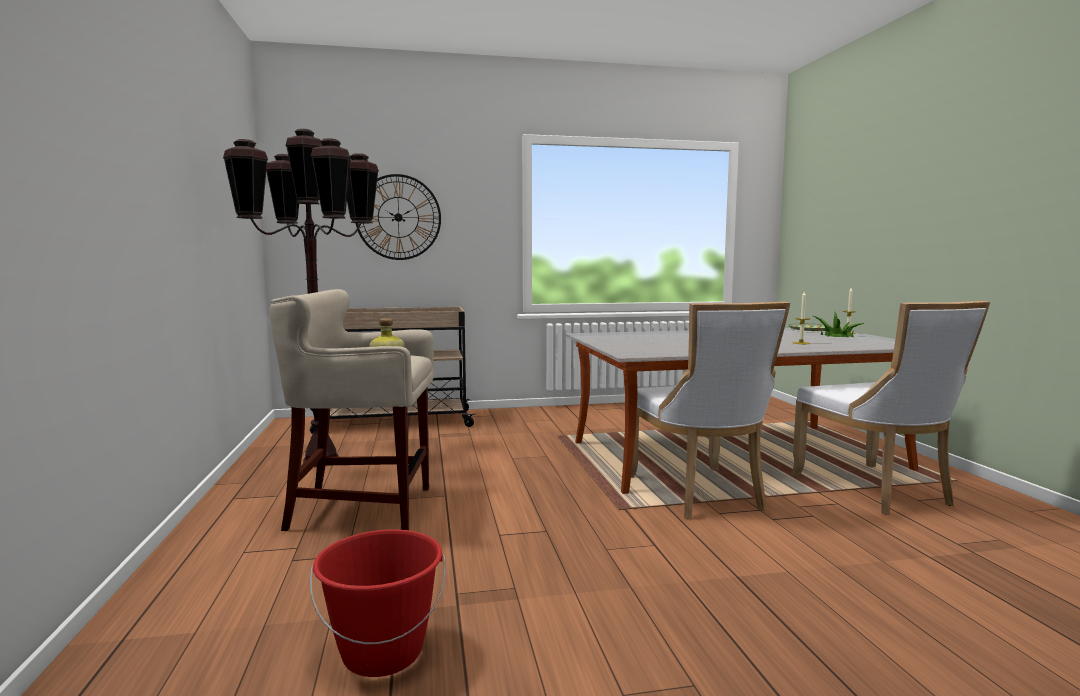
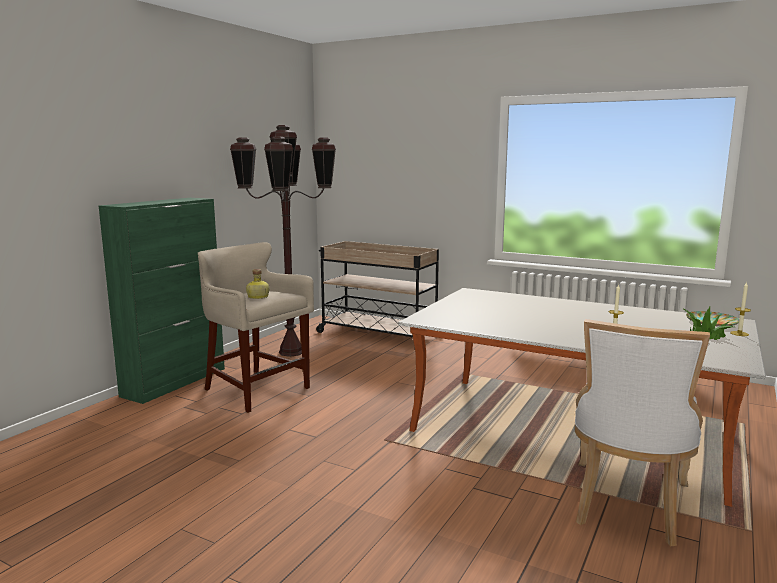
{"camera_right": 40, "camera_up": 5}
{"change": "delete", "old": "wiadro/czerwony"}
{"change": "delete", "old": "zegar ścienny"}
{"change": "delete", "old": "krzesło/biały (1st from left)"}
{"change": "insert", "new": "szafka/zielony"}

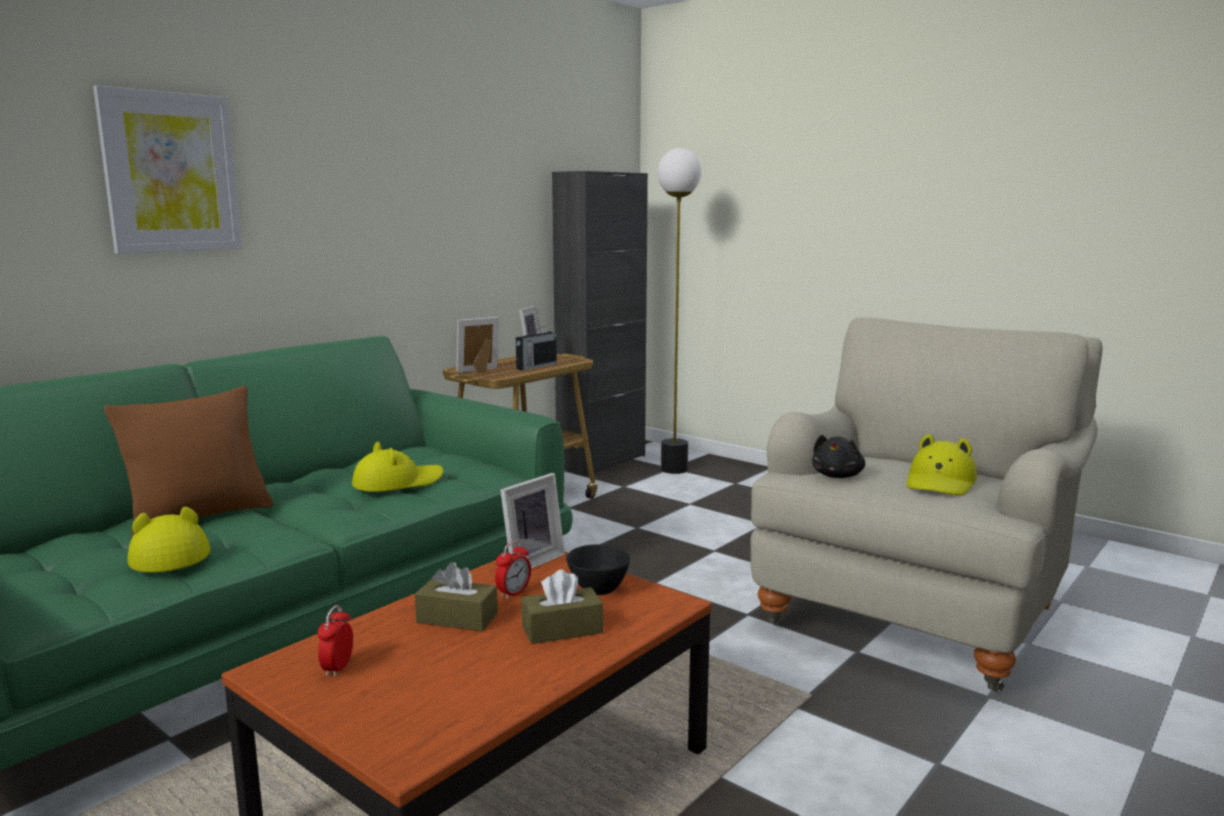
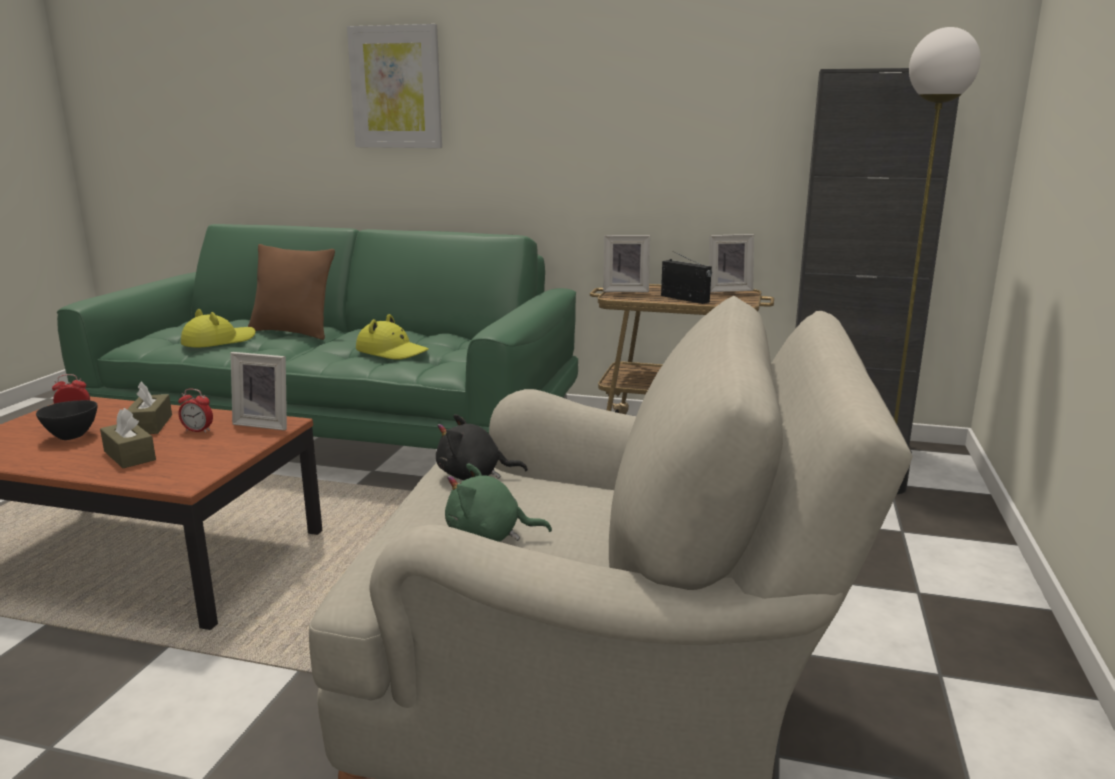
{"camera_right": 65, "camera_up": 5}
{"change": "move", "old": "miska/czarny"}
{"change": "replace", "old": "kapelusz/żółty (3rd from left)", "new": "pluszak/zielony"}
{"change": "rotate", "old": "ramka na zdjęcie (1st from left in the first image)", "degrees": 150}
{"change": "rotate", "old": "radio", "degrees": -150}

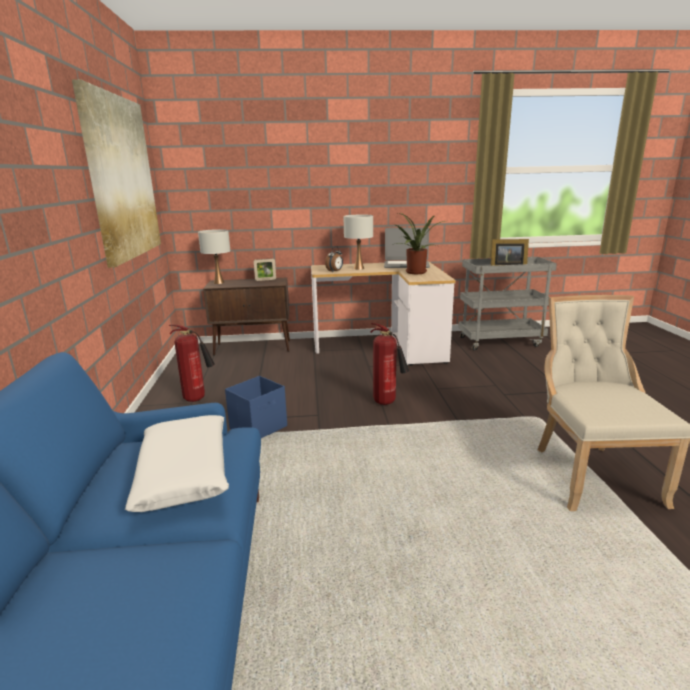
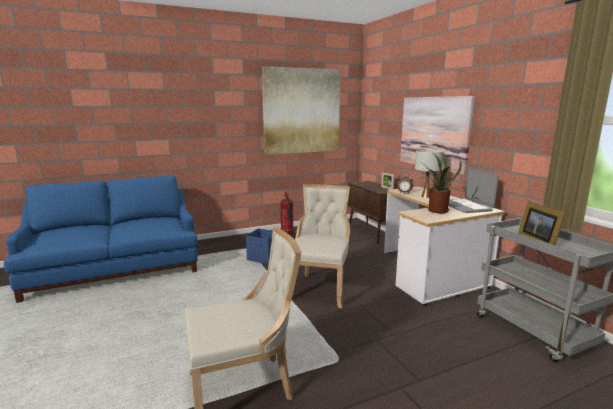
{"camera_right": 70, "camera_up": -5}
{"change": "delete", "old": "poduszka/biały"}
{"change": "delete", "old": "lampa stołowa/biały (1st from left)"}
{"change": "insert", "new": "obraz (2nd from left)"}
{"change": "replace", "old": "gaśnica (2nd from left)", "new": "krzesło/beżowy (2nd from left)"}

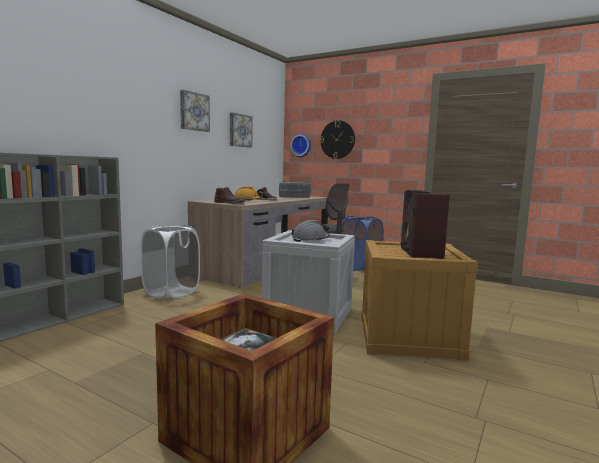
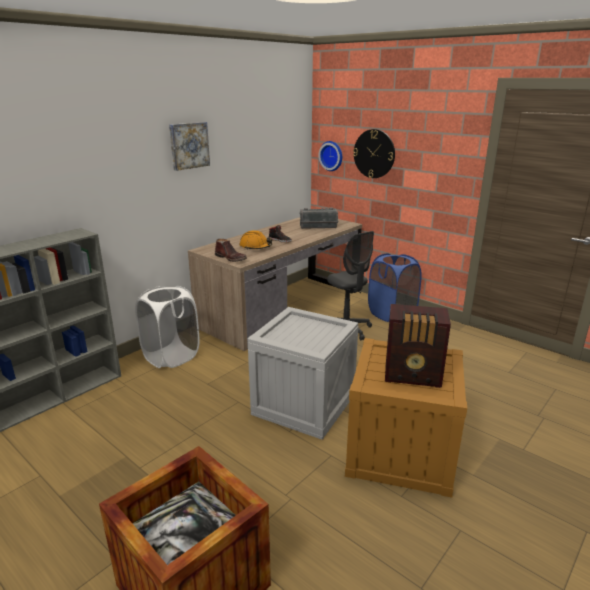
{"camera_right": 10, "camera_up": 15}
{"change": "delete", "old": "obraz (2nd from left)"}
{"change": "delete", "old": "kask/szary"}
{"change": "rotate", "old": "radio (2nd from left)", "degrees": -90}

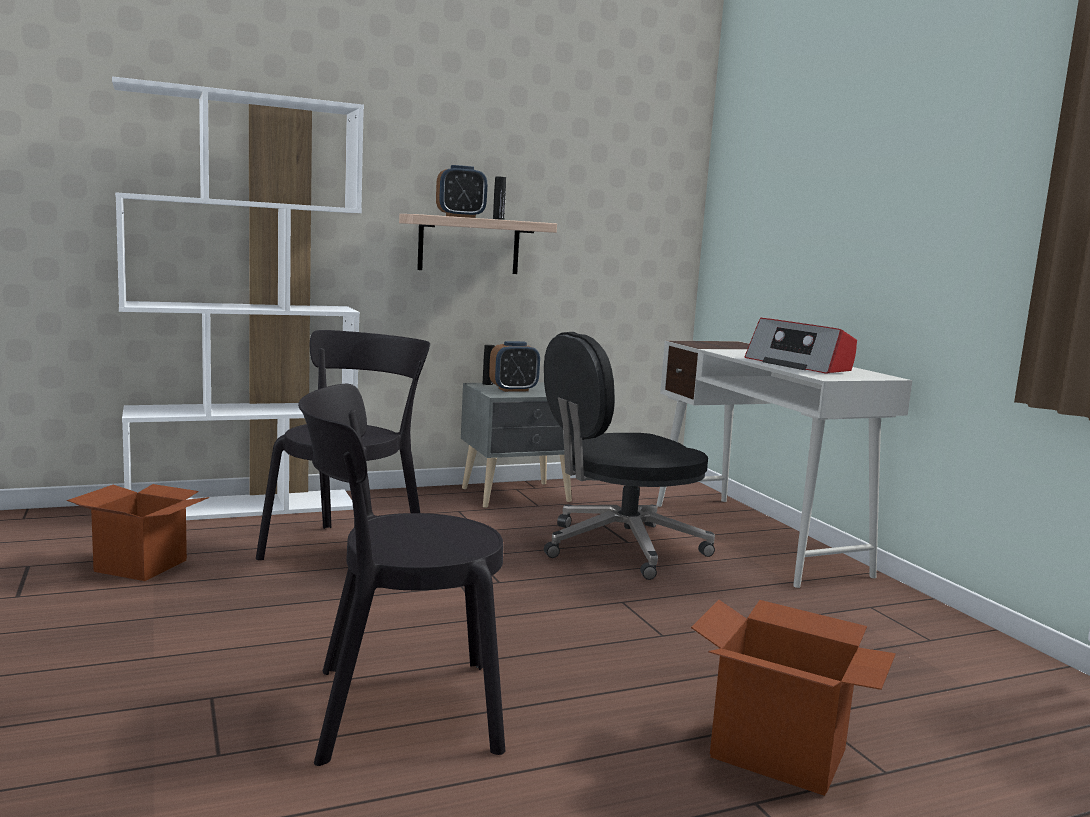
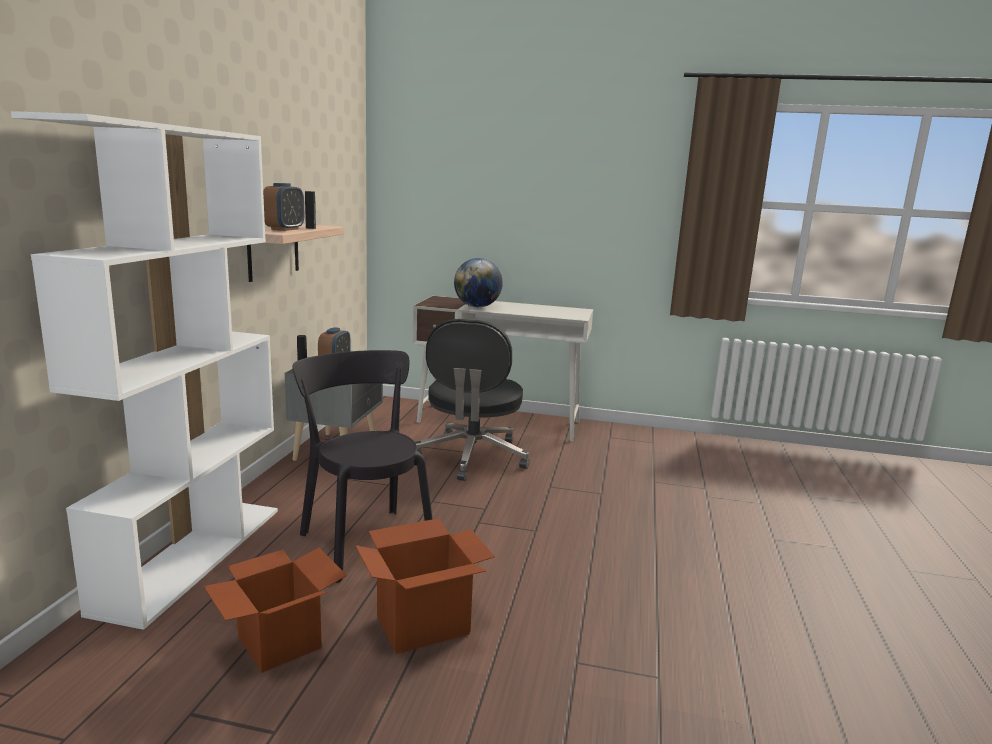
{"camera_right": -55, "camera_up": 5}
{"change": "delete", "old": "krzesło/czarny (2nd from left)"}
{"change": "delete", "old": "radio"}
{"change": "insert", "new": "globus"}
{"change": "move", "old": "karton (2nd from left)"}

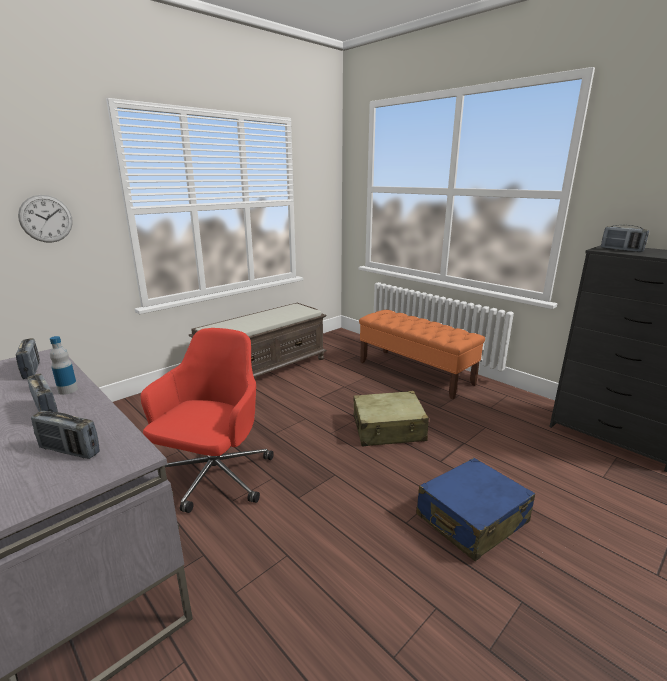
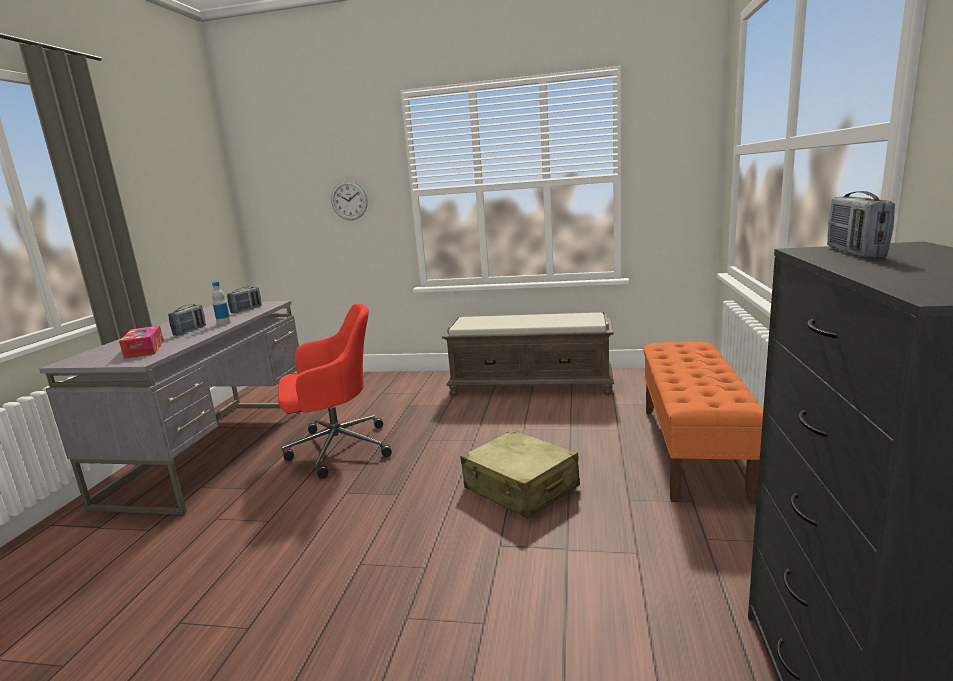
{"camera_right": 55, "camera_up": -5}
{"change": "delete", "old": "walizka/niebieski"}
{"change": "replace", "old": "radio (3rd from left)", "new": "pudełko chusteczek"}

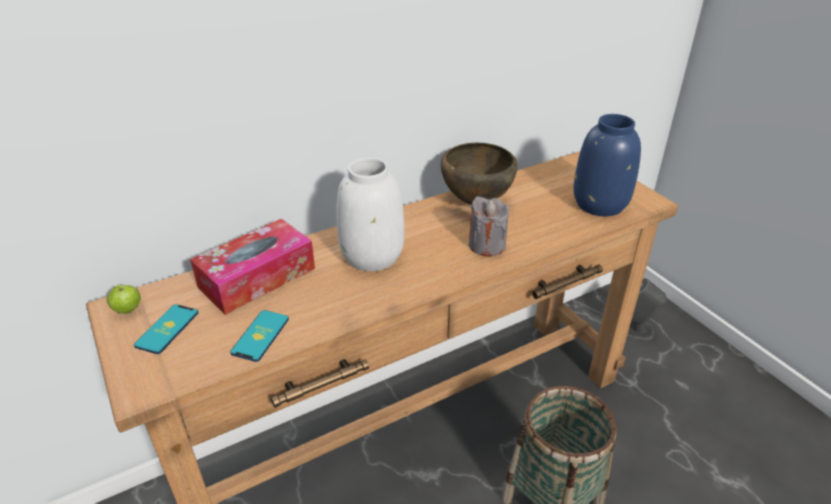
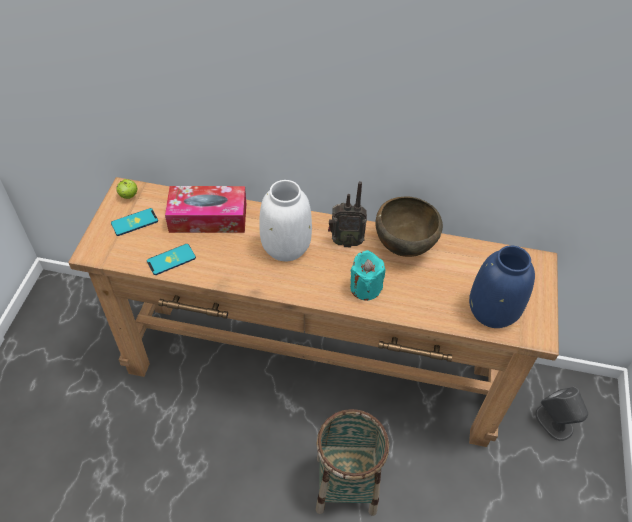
{"camera_right": 40, "camera_up": 15}
{"change": "insert", "new": "radio"}
{"change": "recolor", "old": "świeca/szary", "new": "świeca/turkusowy"}

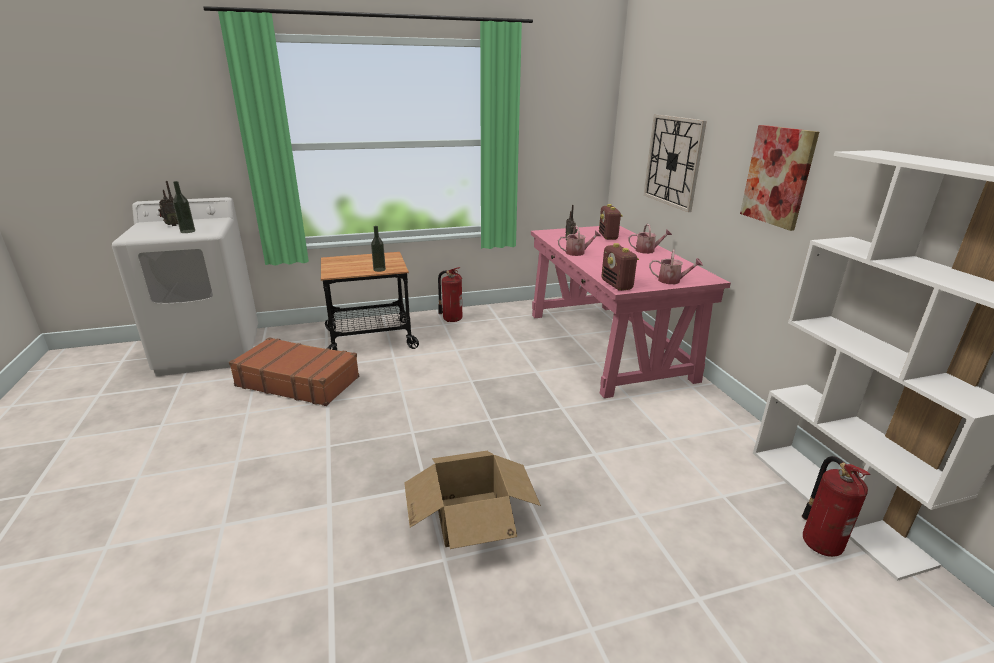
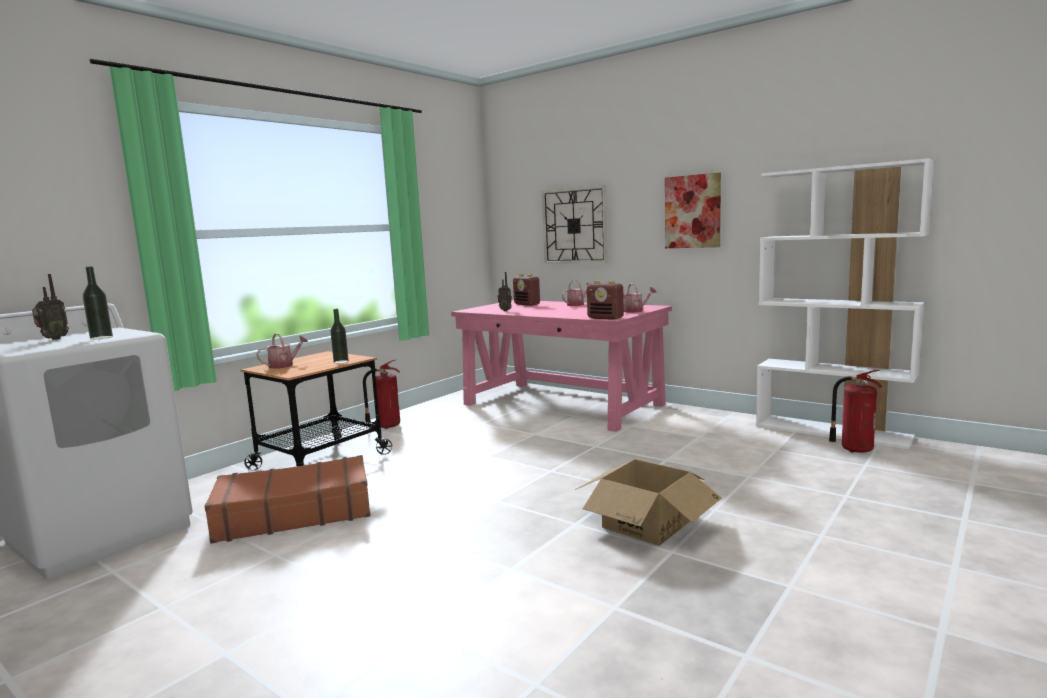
{"camera_right": -35, "camera_up": -15}
{"change": "move", "old": "konewka (1st from left)"}

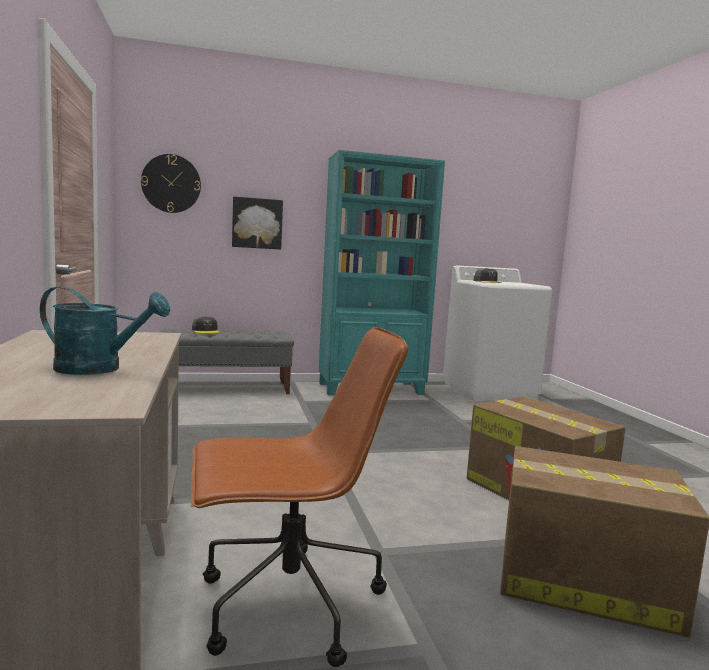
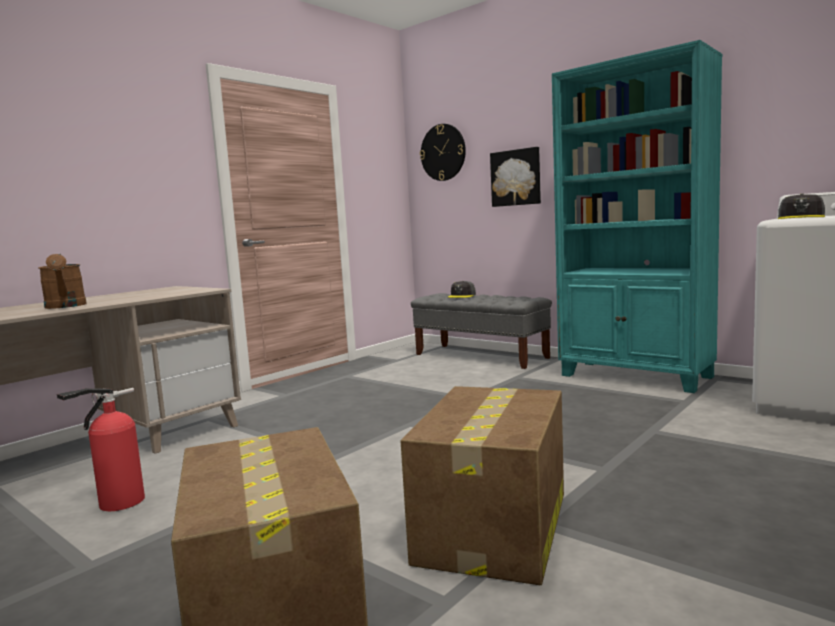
{"camera_right": 55, "camera_up": 0}
{"change": "replace", "old": "krzesło biurowe/brązowy", "new": "gaśnica"}
{"change": "recolor", "old": "konewka/turkusowy", "new": "konewka/brązowy"}

